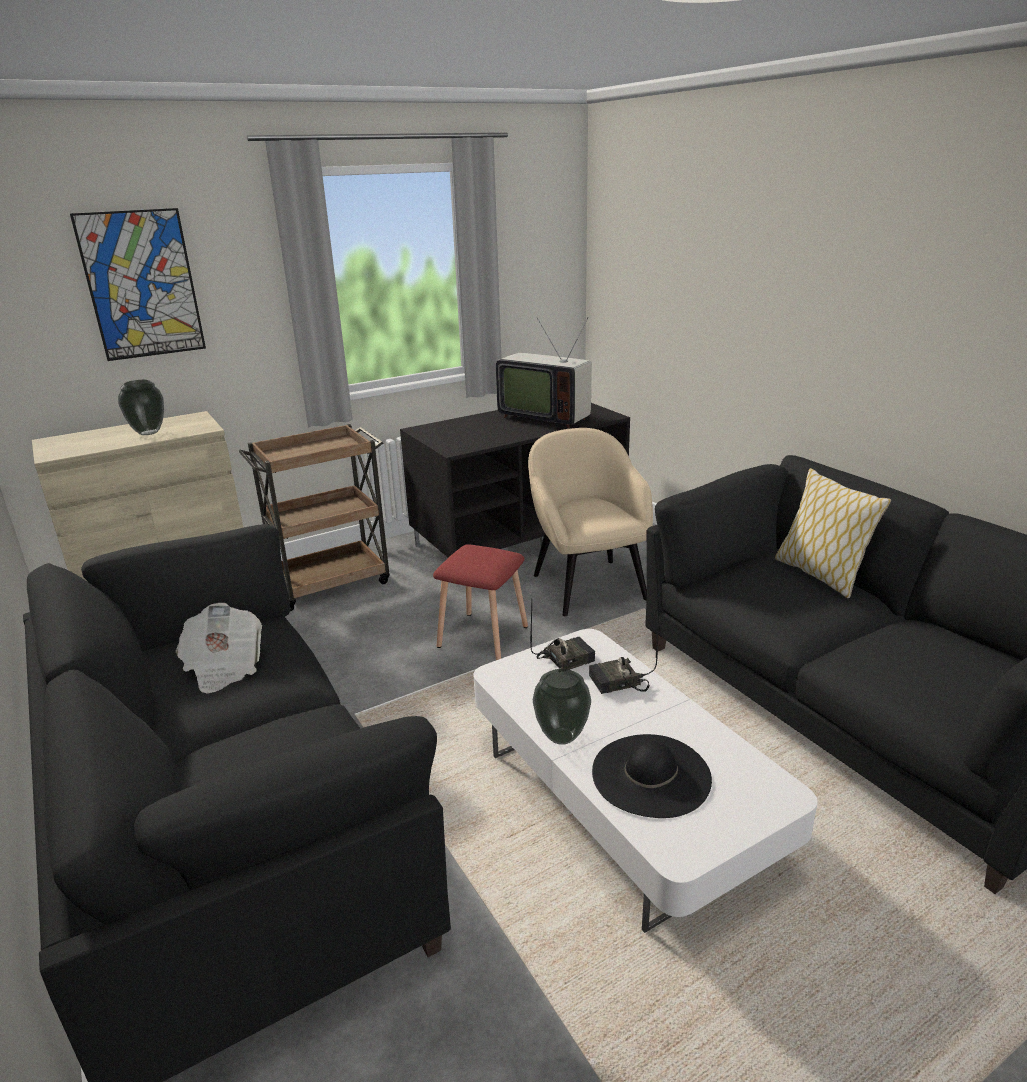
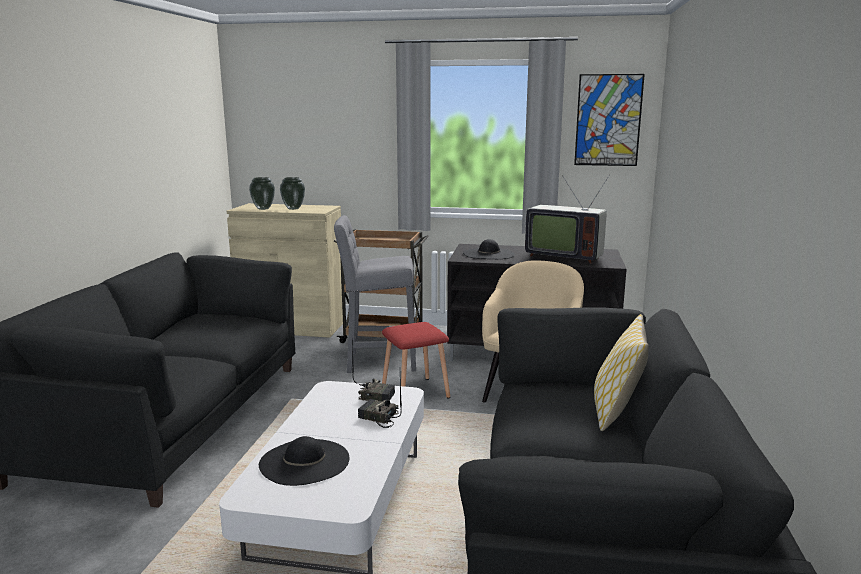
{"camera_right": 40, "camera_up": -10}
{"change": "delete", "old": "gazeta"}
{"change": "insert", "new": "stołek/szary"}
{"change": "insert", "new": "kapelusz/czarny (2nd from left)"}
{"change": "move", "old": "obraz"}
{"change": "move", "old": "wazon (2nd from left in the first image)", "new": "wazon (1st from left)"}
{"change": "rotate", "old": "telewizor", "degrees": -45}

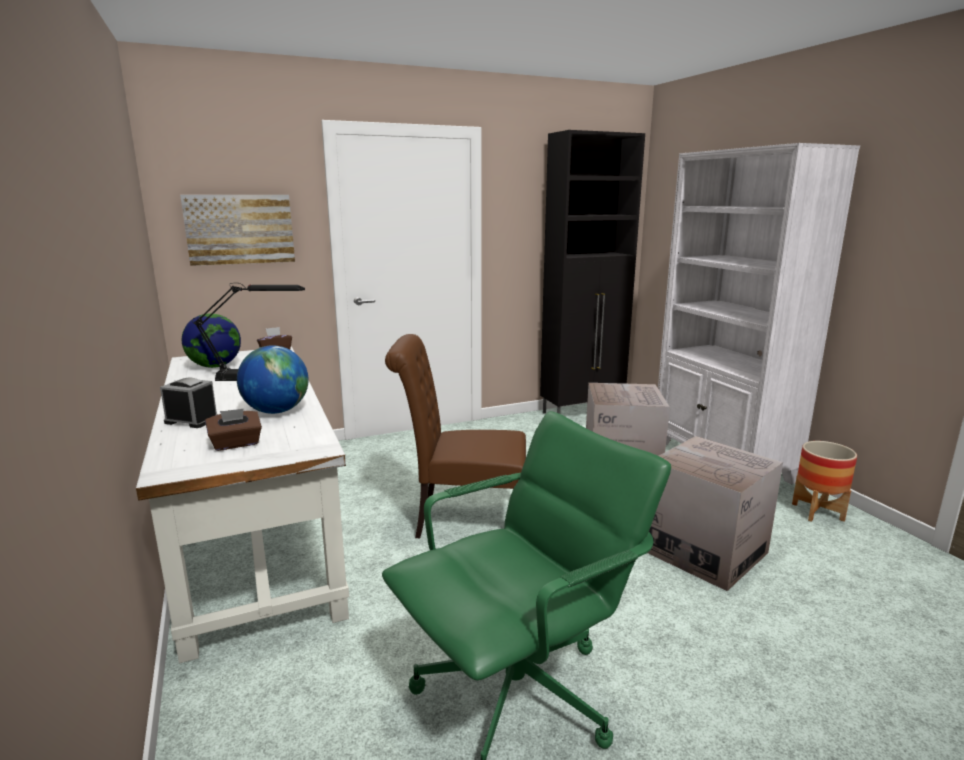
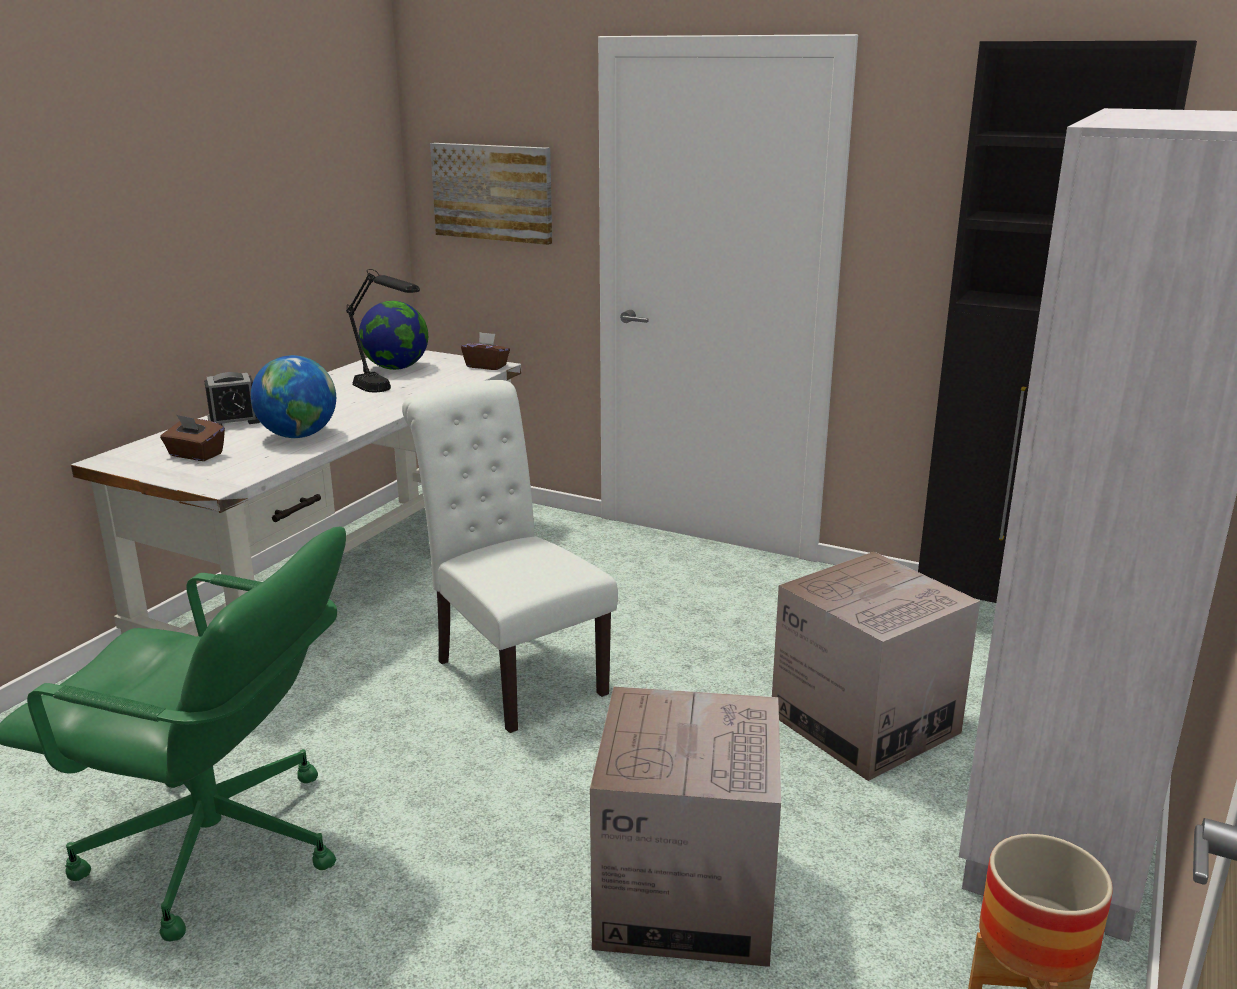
{"camera_right": 50, "camera_up": 5}
{"change": "recolor", "old": "krzesło/brązowy", "new": "krzesło/biały"}
{"change": "rotate", "old": "budzik", "degrees": 90}

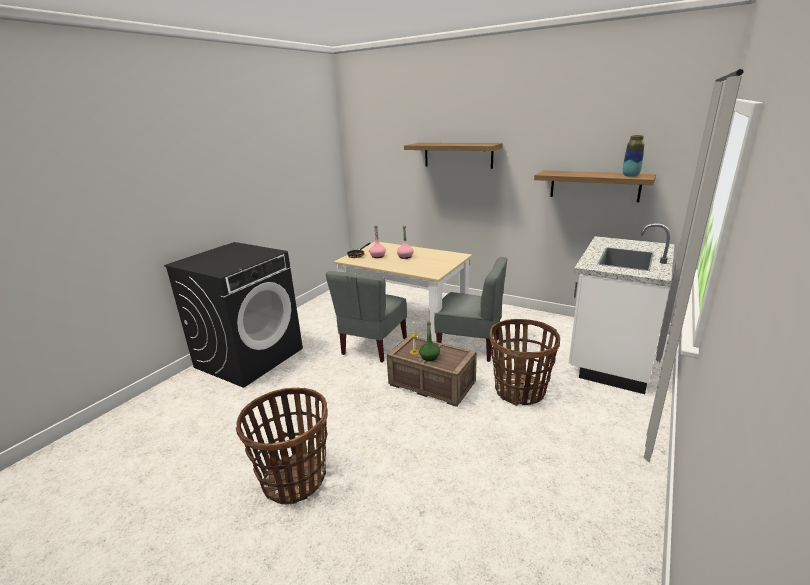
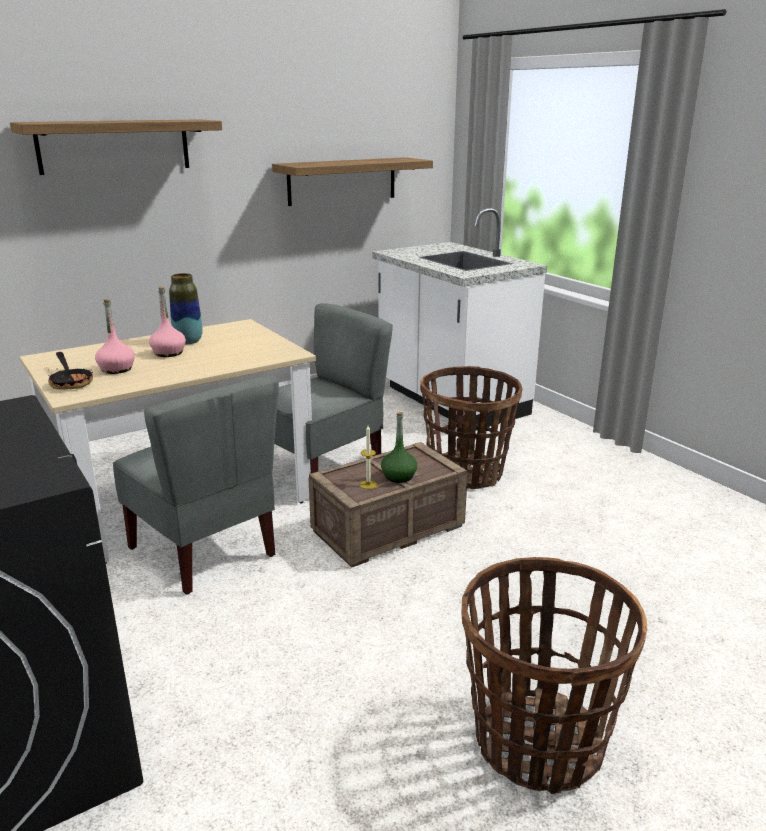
{"camera_right": -65, "camera_up": 0}
{"change": "move", "old": "wazon"}

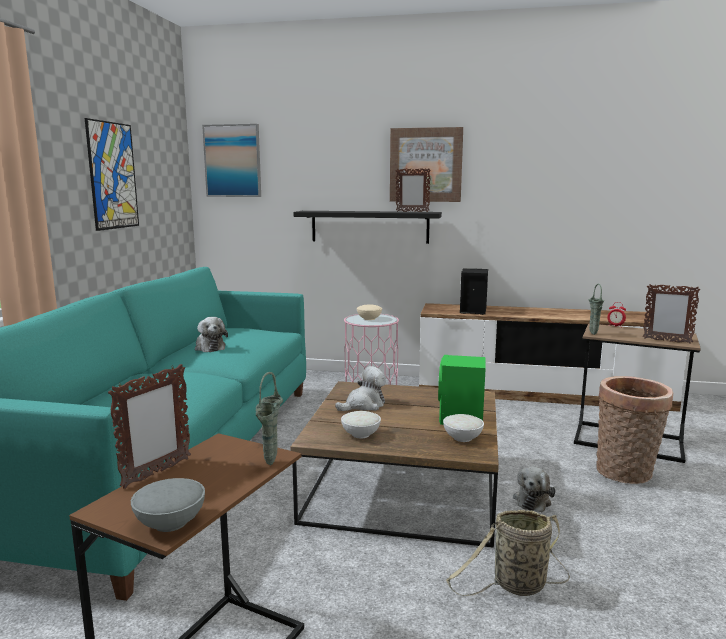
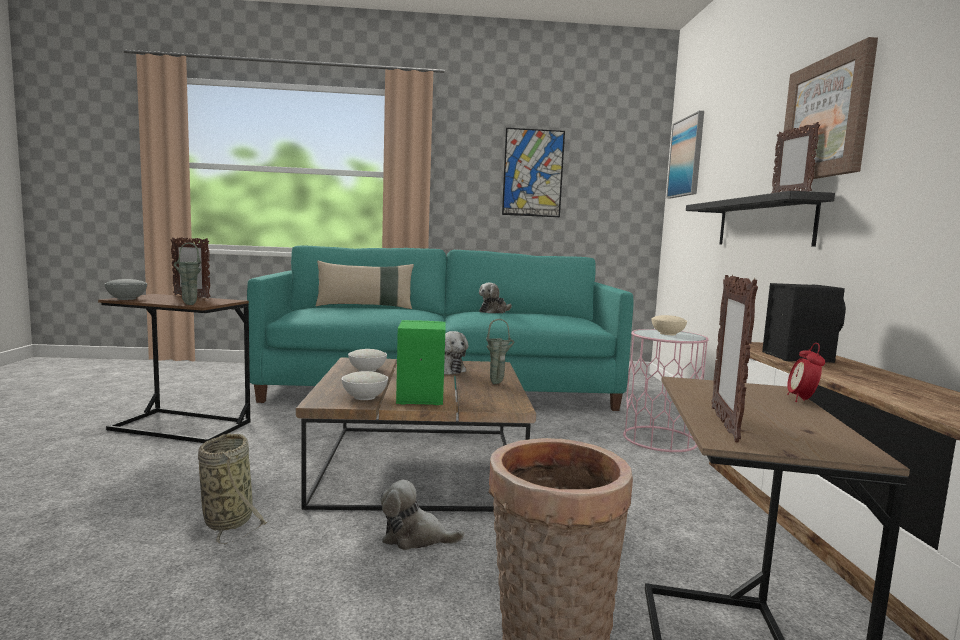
{"camera_right": 75, "camera_up": -5}
{"change": "insert", "new": "poduszka/beżowy"}
{"change": "move", "old": "wazon/zielony (2nd from left)"}

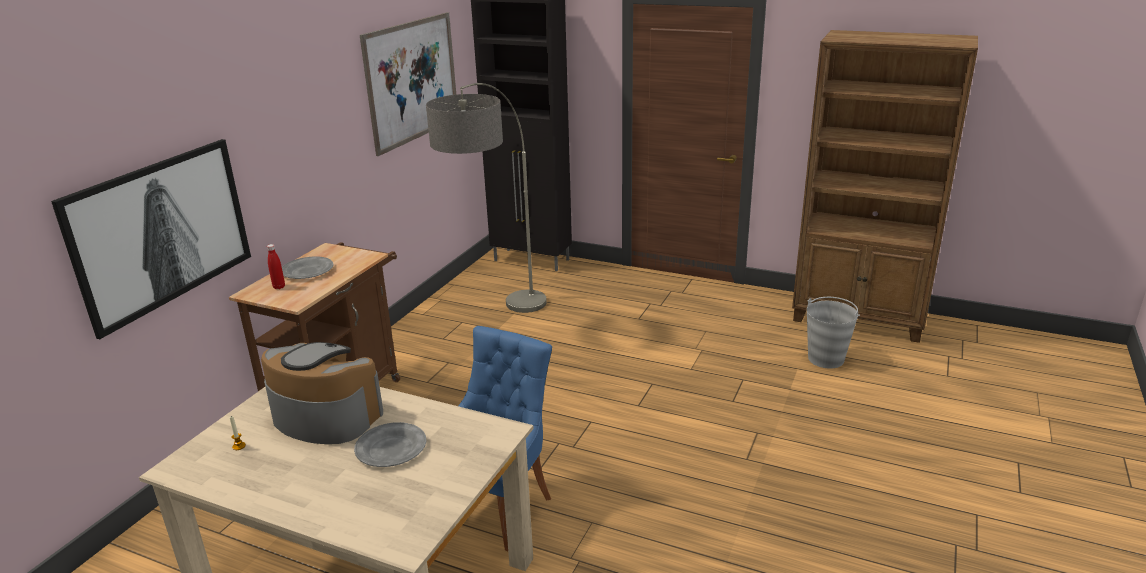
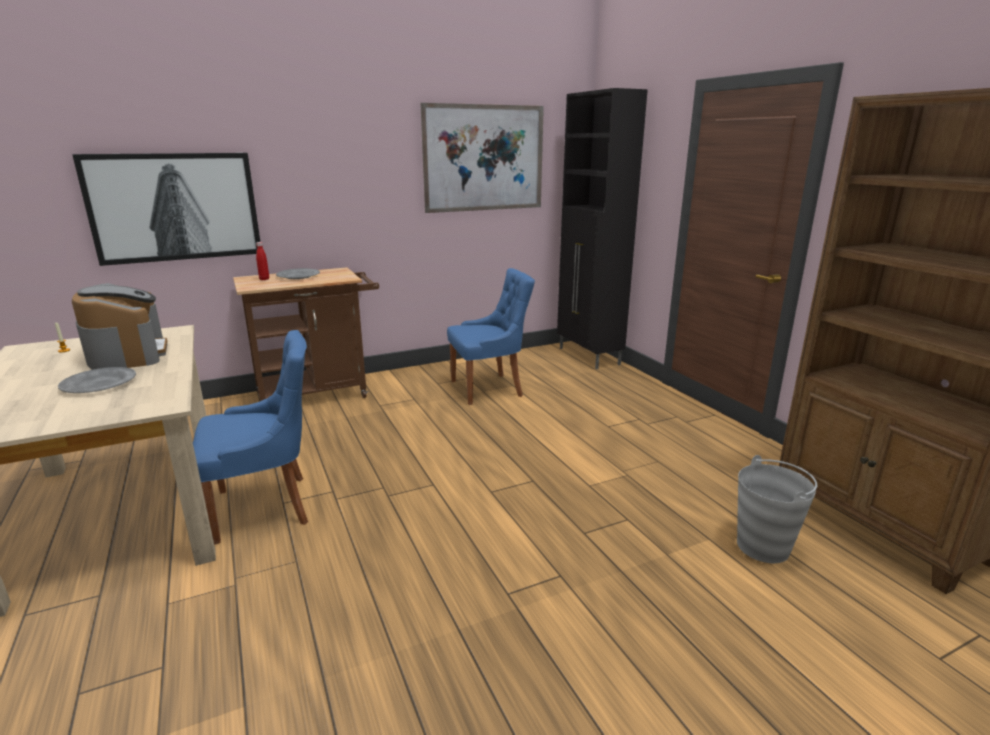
{"camera_right": 40, "camera_up": -5}
{"change": "replace", "old": "lampa stojąca", "new": "krzesło/niebieski (2nd from left)"}

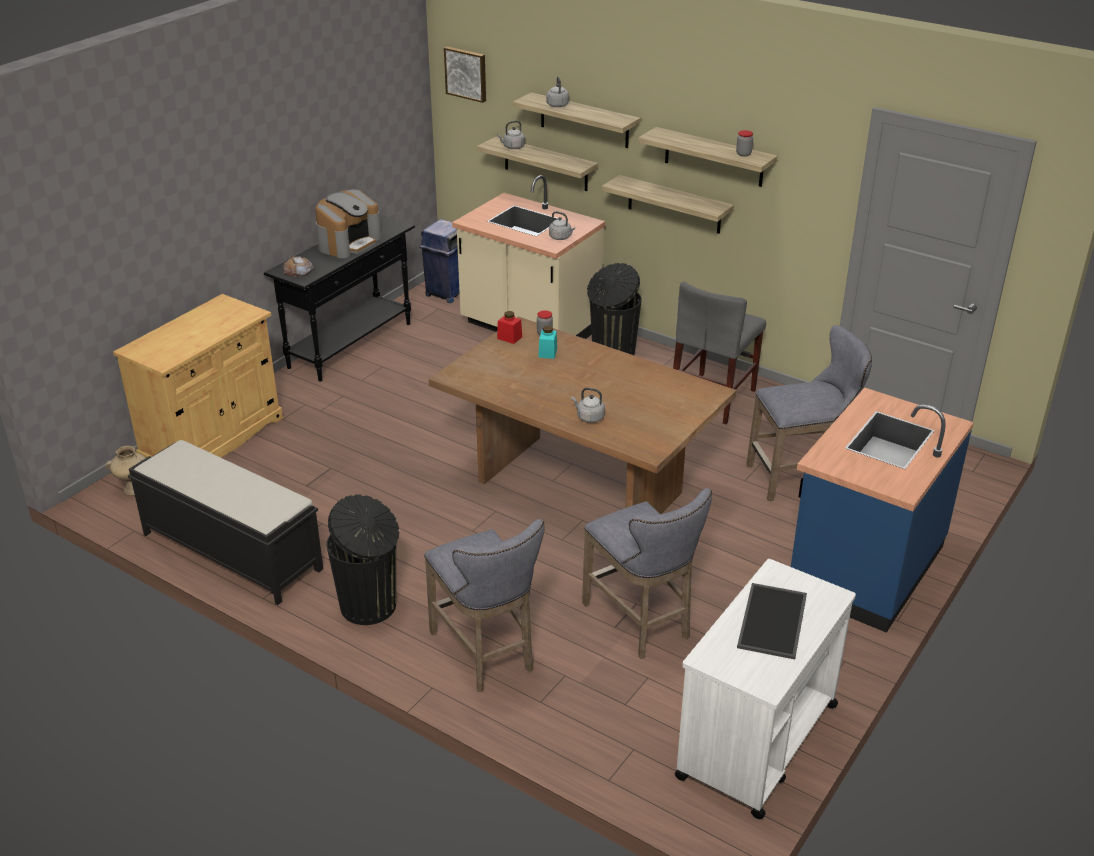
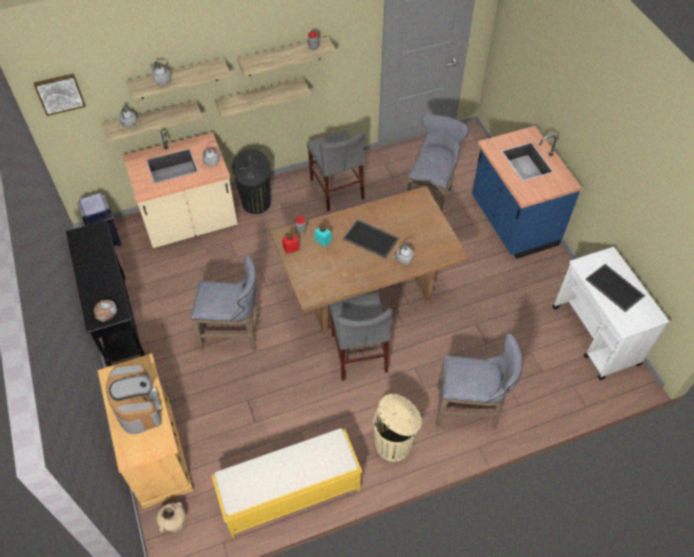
{"camera_right": -55, "camera_up": 20}
{"change": "insert", "new": "krzesło/szary (2nd from left)"}
{"change": "insert", "new": "taca (1st from left)"}
{"change": "move", "old": "ekspres do kawy"}
{"change": "move", "old": "stołek/szary (2nd from left in the first image)", "new": "stołek/szary (1st from left)"}
{"change": "recolor", "old": "ławka/czarny", "new": "ławka/żółty"}
{"change": "recolor", "old": "kosz na śmieci/czarny (1st from left)", "new": "kosz na śmieci/beżowy"}

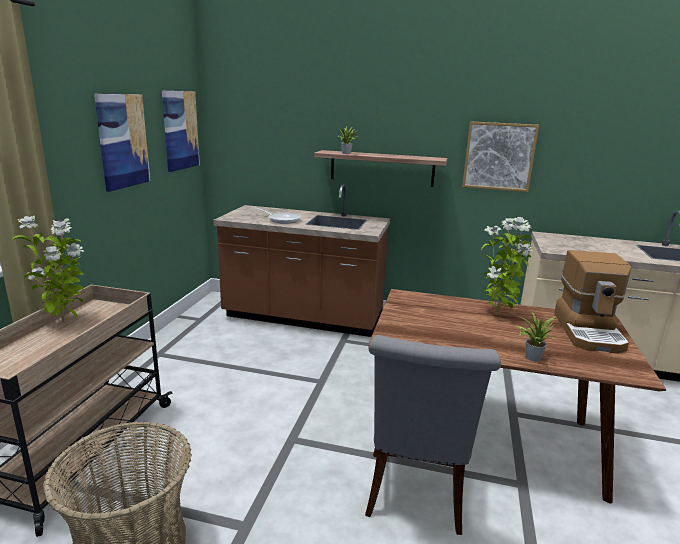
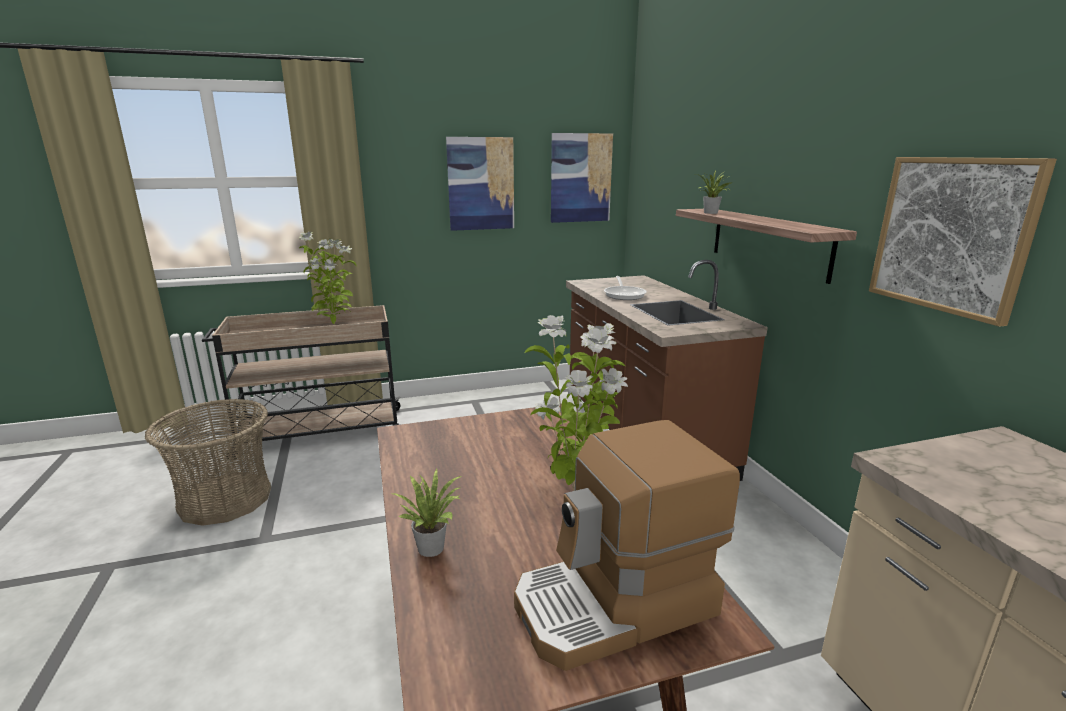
{"camera_right": 60, "camera_up": 0}
{"change": "delete", "old": "krzesło/szary"}

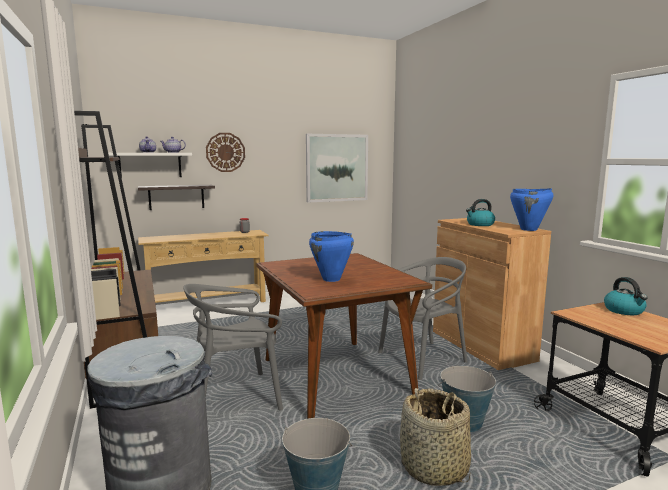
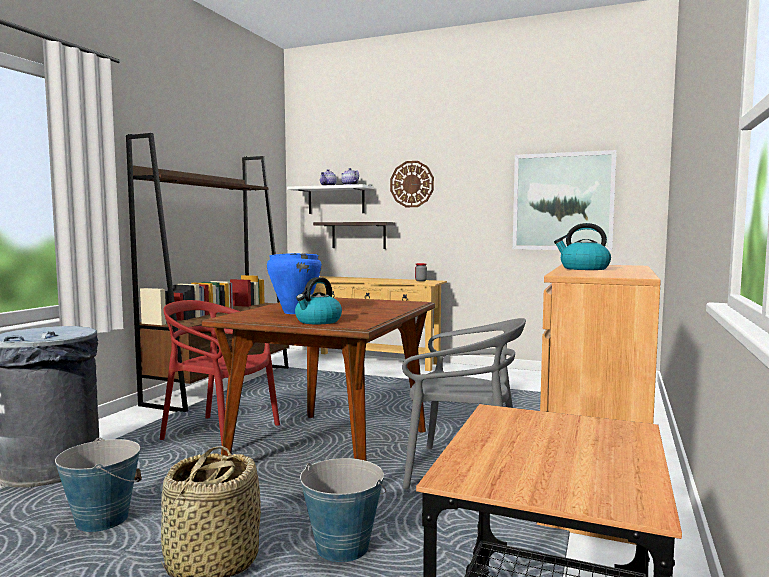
{"camera_right": 45, "camera_up": -5}
{"change": "delete", "old": "garnek/niebieski (2nd from left)"}
{"change": "move", "old": "czajnik (2nd from left in the first image)", "new": "czajnik (1st from left)"}
{"change": "recolor", "old": "krzesło/szary (1st from left)", "new": "krzesło/czerwony"}

